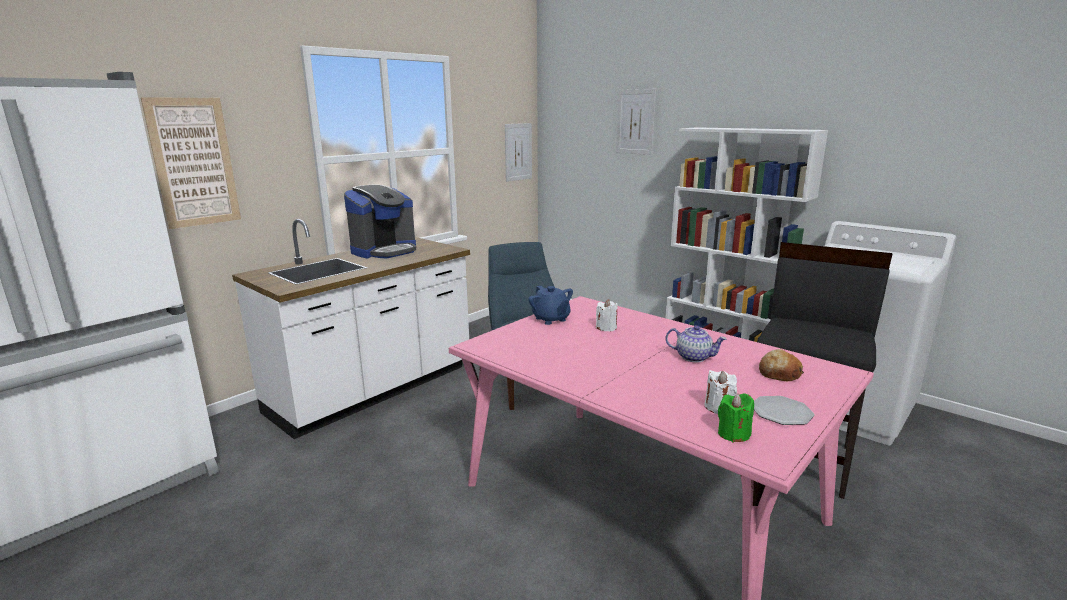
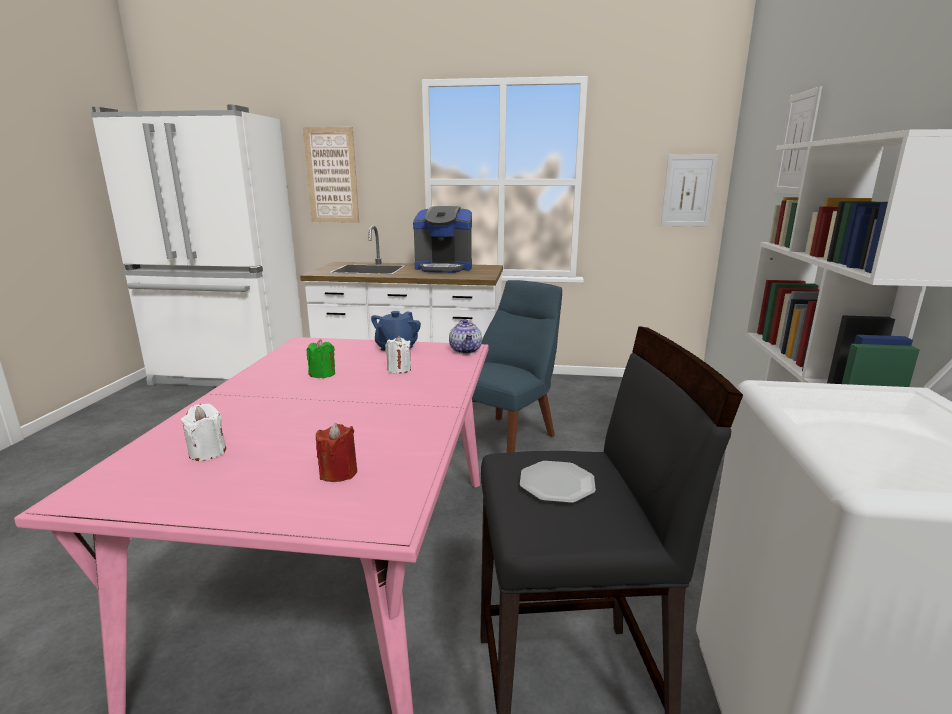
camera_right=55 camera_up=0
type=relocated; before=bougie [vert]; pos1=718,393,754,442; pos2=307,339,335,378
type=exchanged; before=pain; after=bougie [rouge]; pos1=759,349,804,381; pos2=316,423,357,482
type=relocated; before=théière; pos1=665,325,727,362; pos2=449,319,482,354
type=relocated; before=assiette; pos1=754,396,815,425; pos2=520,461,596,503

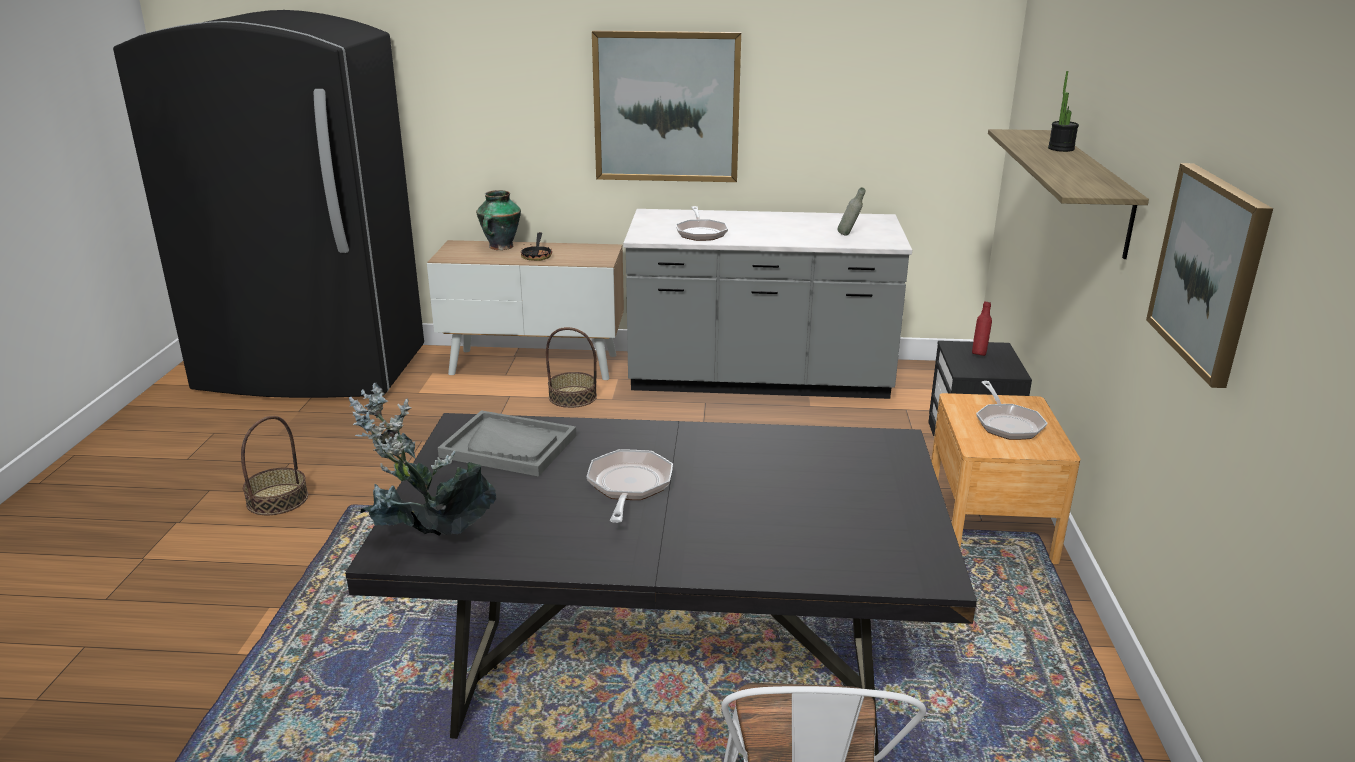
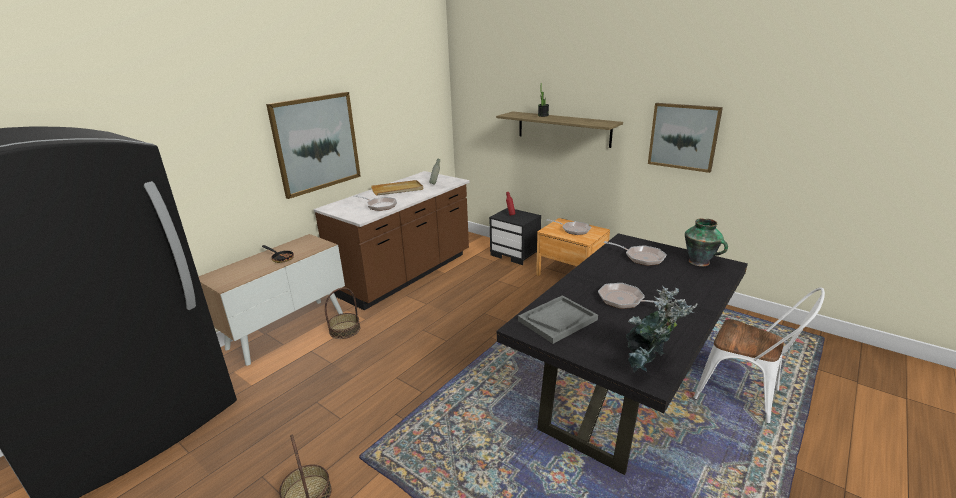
camera_right=-55 camera_up=0
type=colour; before=comptoir de cuisine [gris]; after=comptoir de cuisine [marron]; pos1=623,209,912,399; pos2=314,171,470,310
type=appeared; after=plateau [beige]; pos2=371,180,423,196
type=appeared; after=poêle; pos2=604,241,667,266
type=relocated; before=vase; pos1=476,190,521,250; pos2=685,218,728,266

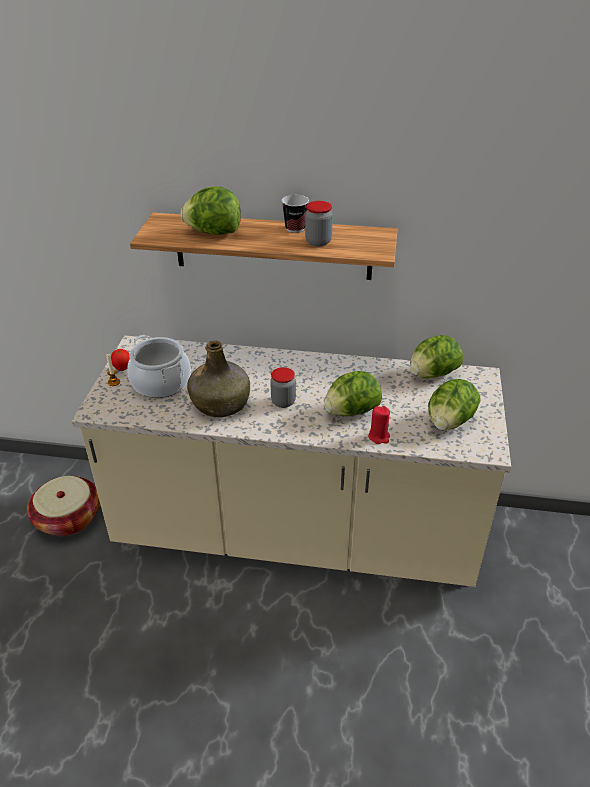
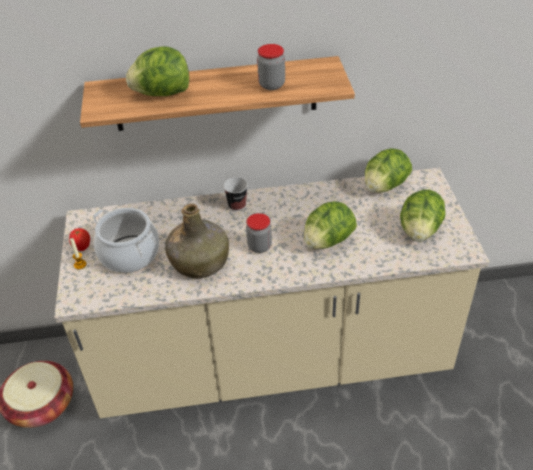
camera_right=-15 camera_up=5
type=relocated; before=tasse; pos1=282,195,309,233; pos2=223,178,248,211
type=missing; before=bougie [rouge]; pos1=368,406,390,444

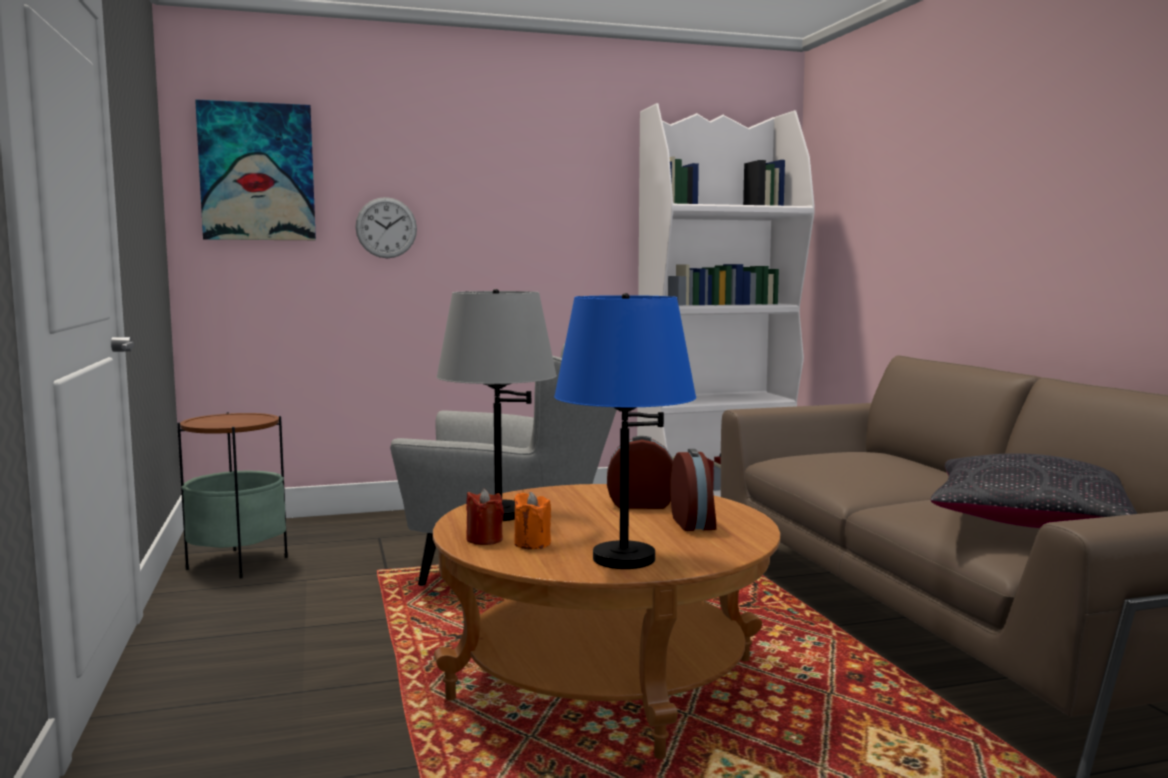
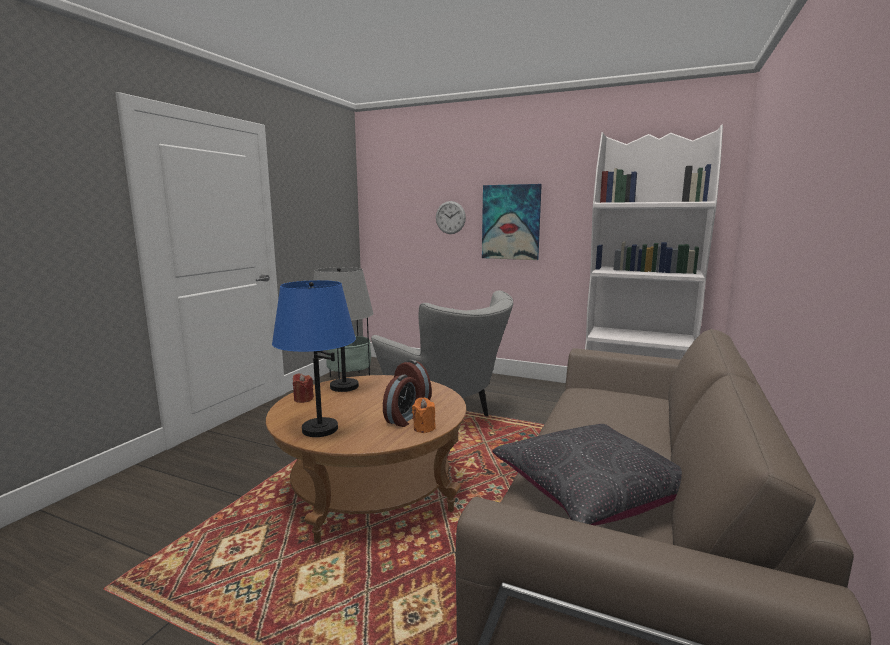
camera_right=40 camera_up=5
type=relocated; before=bougie [orange]; pos1=514,492,551,549; pos2=412,398,436,433
type=relocated; before=tableau; pos1=195,99,316,240; pos2=482,184,542,260

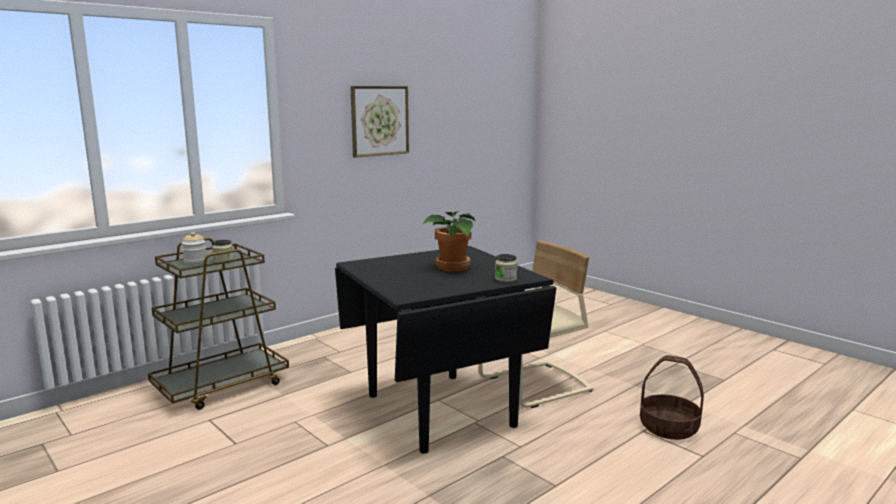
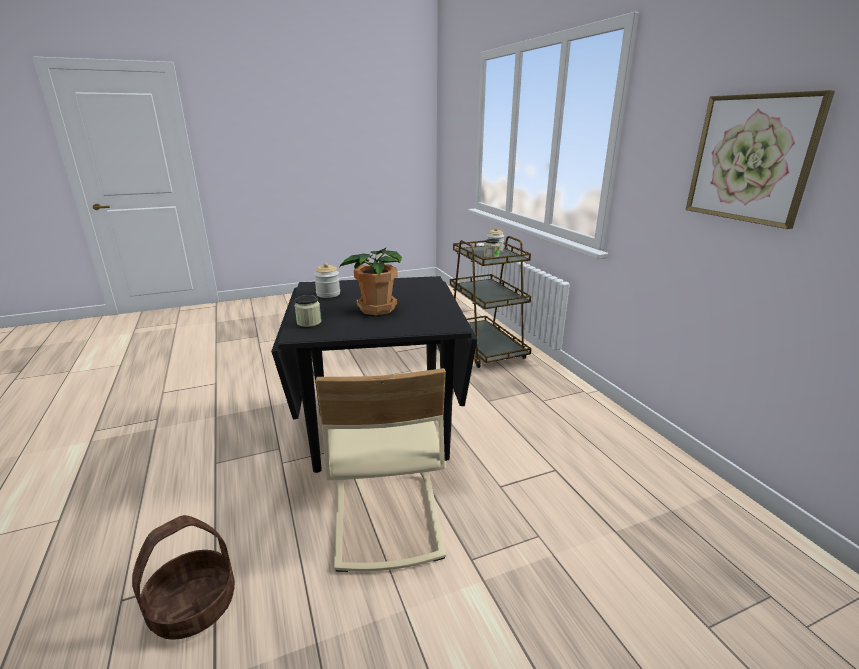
camera_right=110 camera_up=10
type=appeared; after=bocal; pos2=314,263,340,298

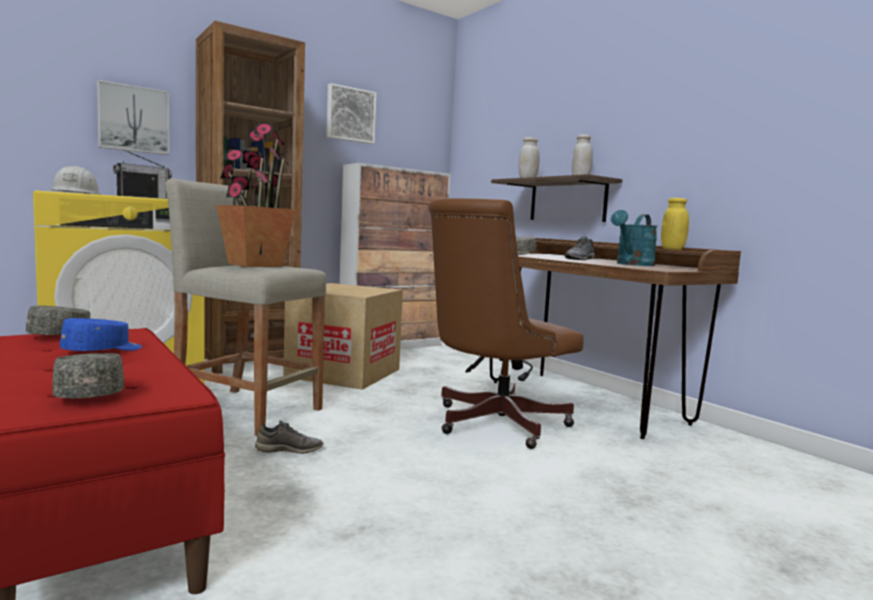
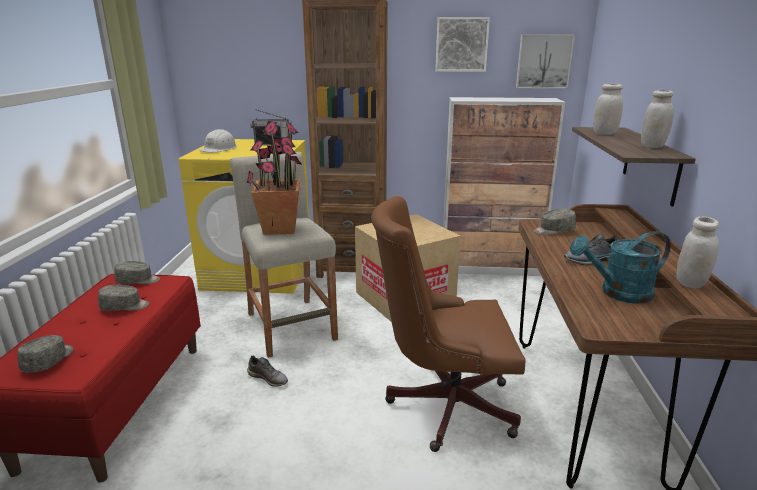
camera_right=40 camera_up=15
type=colour; before=casquette [bleu]; after=casquette [gris]; pos1=60,318,142,351; pos2=98,285,149,311
type=relocated; before=tableau; pos1=97,80,169,155; pos2=516,35,575,89
type=colour; before=bocal [jaune]; after=bocal [blanc]; pos1=661,198,689,250; pos2=676,217,719,289

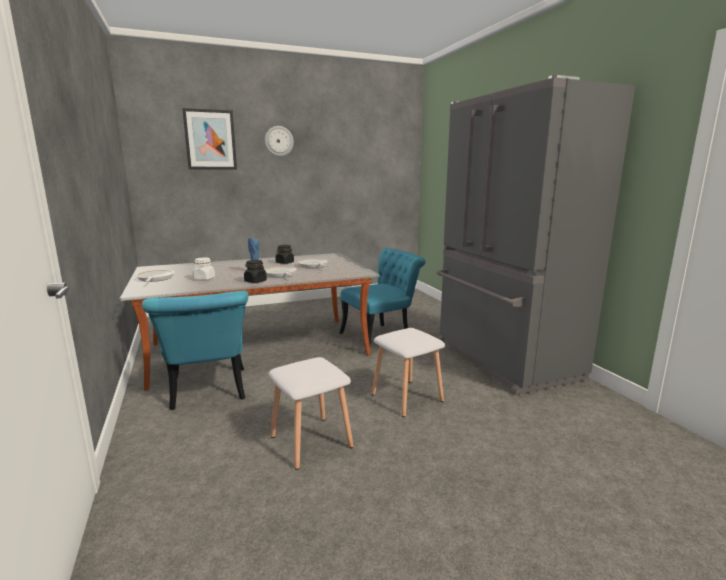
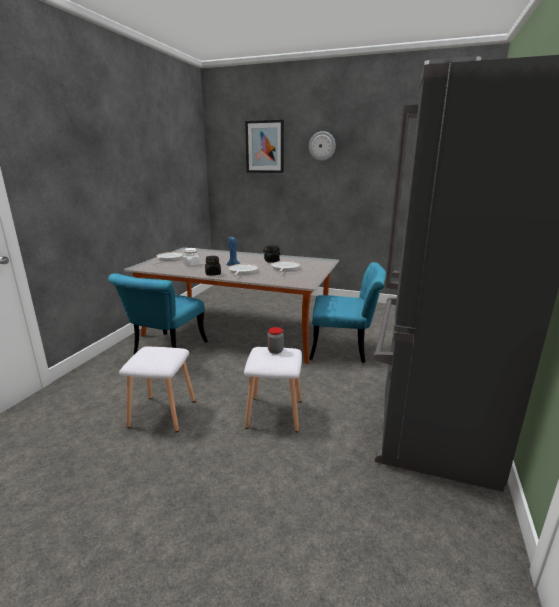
camera_right=40 camera_up=5
type=appeared; after=bocal; pos2=268,327,284,354

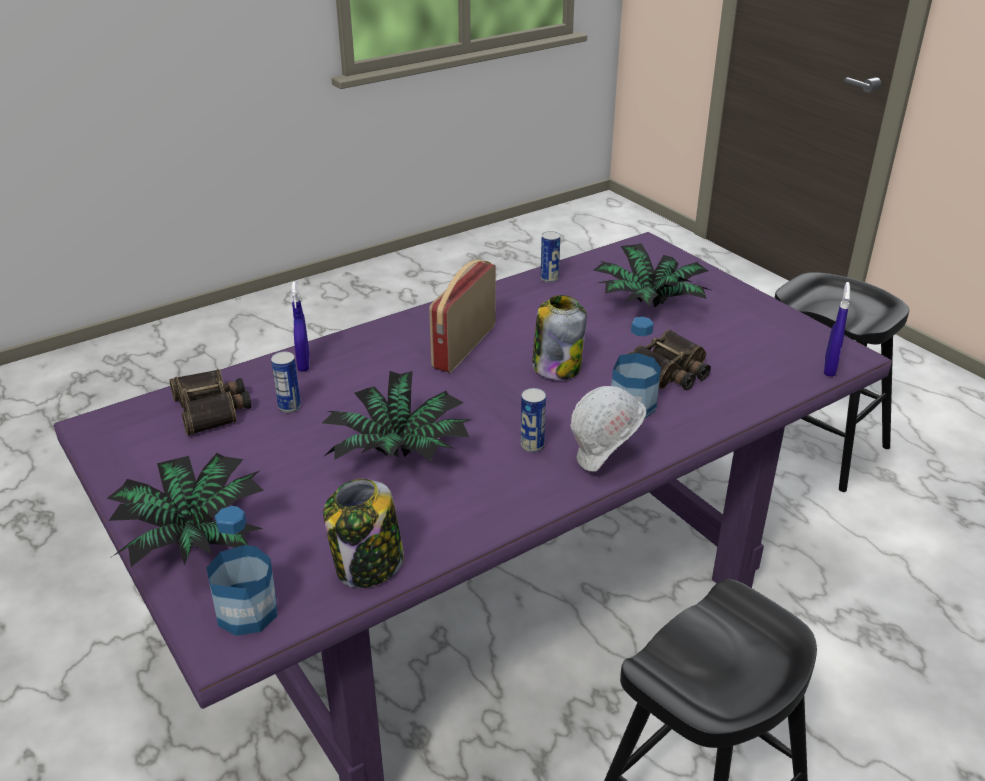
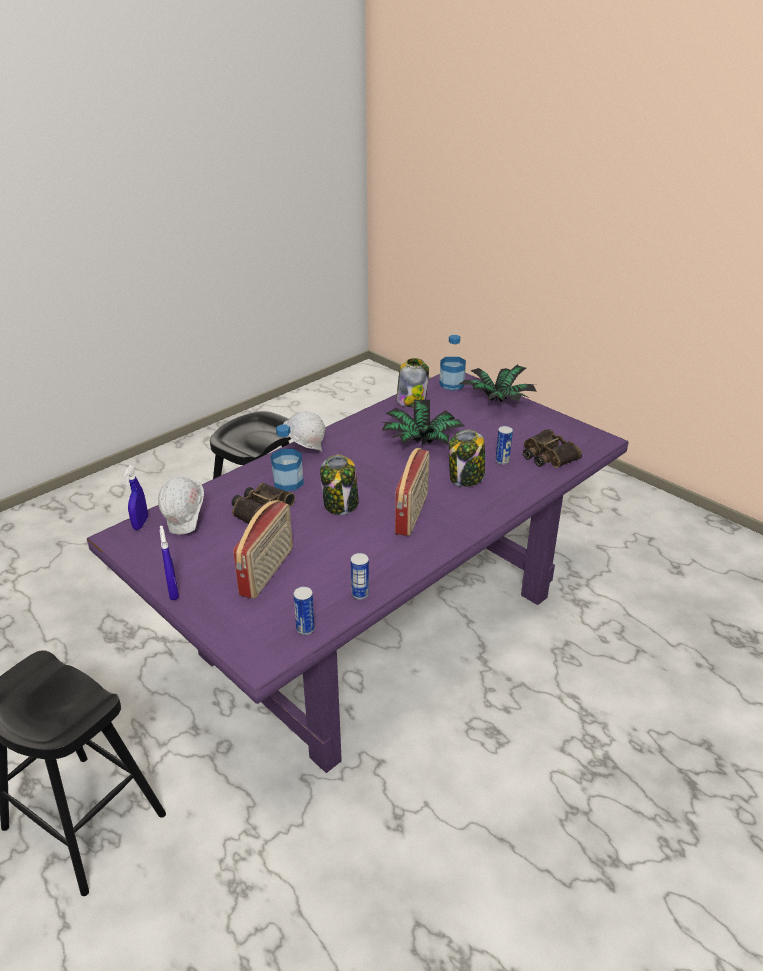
camera_right=170 camera_up=0
type=appeared; after=casque de chantier [blanc]; pos2=158,477,204,535
type=relocated; before=vaporisateur [bleu]; pos1=291,282,310,372; pos2=160,526,179,600
type=exchanged; before=plante en pot; after=radio; pos1=593,243,713,307; pos2=233,500,293,599
type=relocated; before=boîte métallique; pos1=520,388,546,452; pos2=293,587,315,635
type=appeared; after=bocal; pos2=449,430,485,487

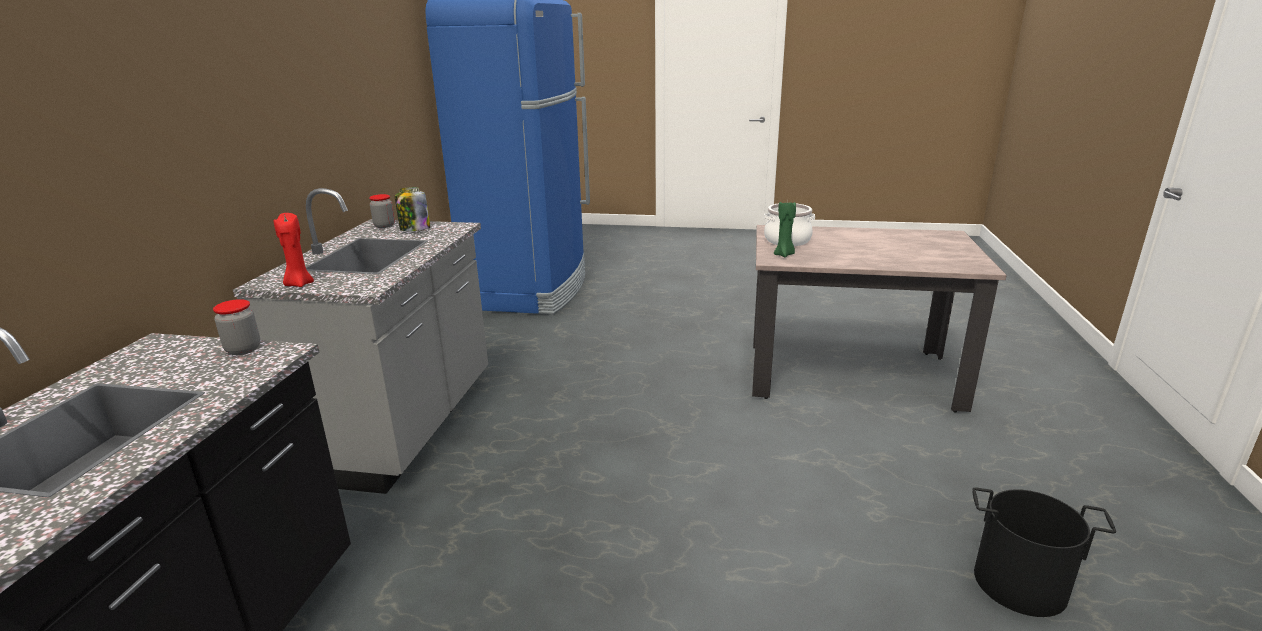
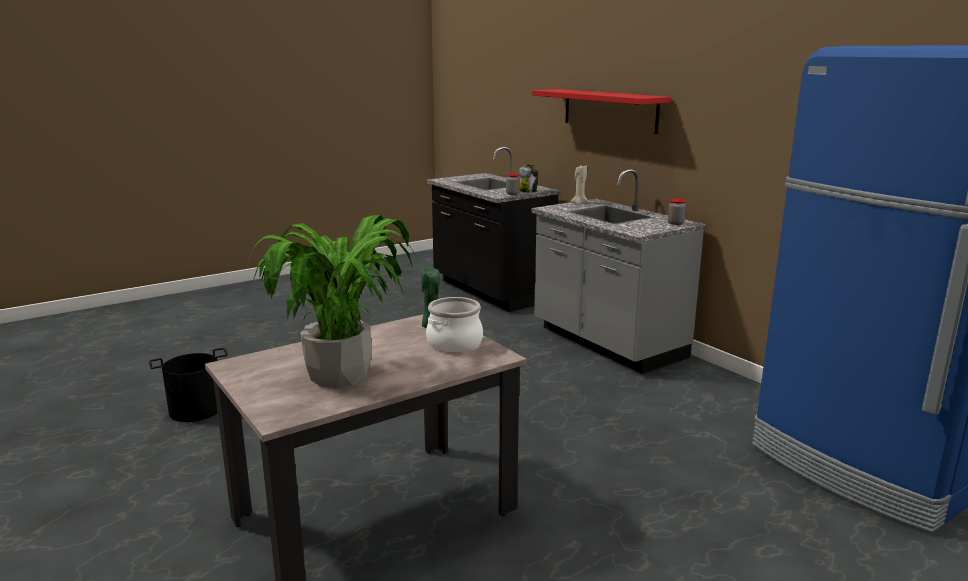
camera_right=135 camera_up=-5
type=appeared; after=plante en pot; pos2=247,215,419,388
type=relocated; before=bocal; pos1=395,187,430,231; pos2=519,165,538,193
type=appeared; after=étagère [rouge]; pos2=532,89,671,134
type=colour; before=bougie [rouge]; after=bougie [beige]; pos1=274,213,314,287; pos2=570,165,589,205

